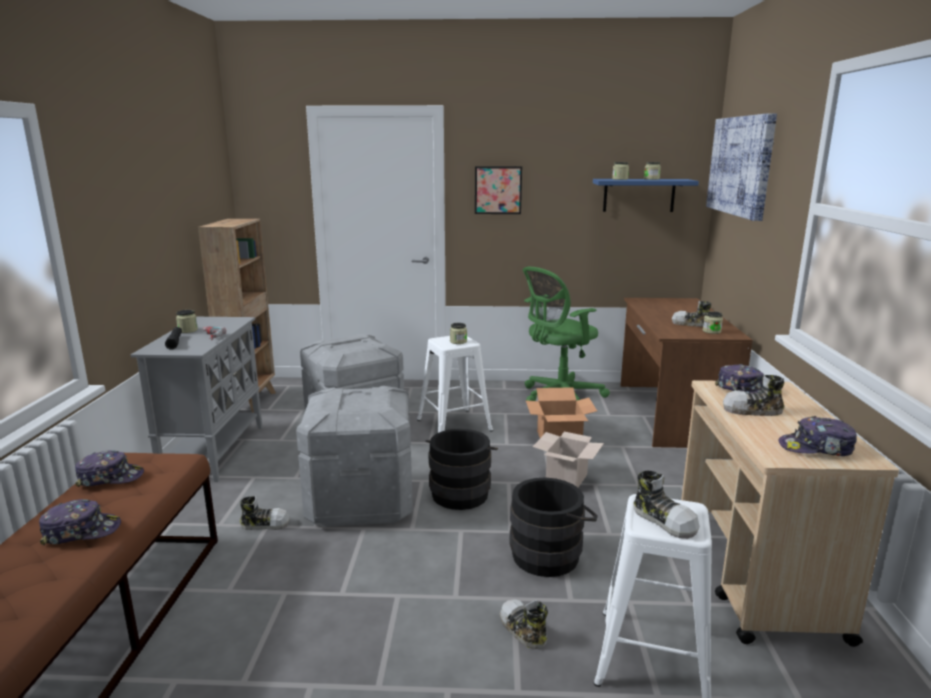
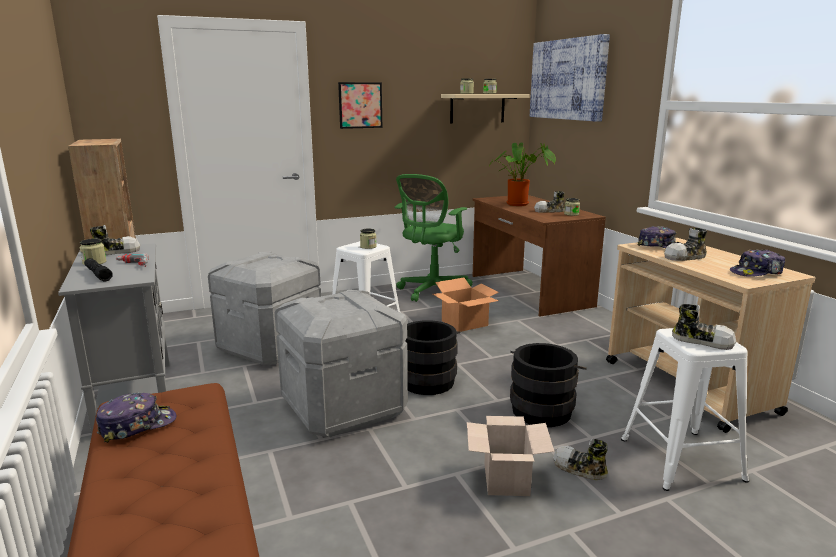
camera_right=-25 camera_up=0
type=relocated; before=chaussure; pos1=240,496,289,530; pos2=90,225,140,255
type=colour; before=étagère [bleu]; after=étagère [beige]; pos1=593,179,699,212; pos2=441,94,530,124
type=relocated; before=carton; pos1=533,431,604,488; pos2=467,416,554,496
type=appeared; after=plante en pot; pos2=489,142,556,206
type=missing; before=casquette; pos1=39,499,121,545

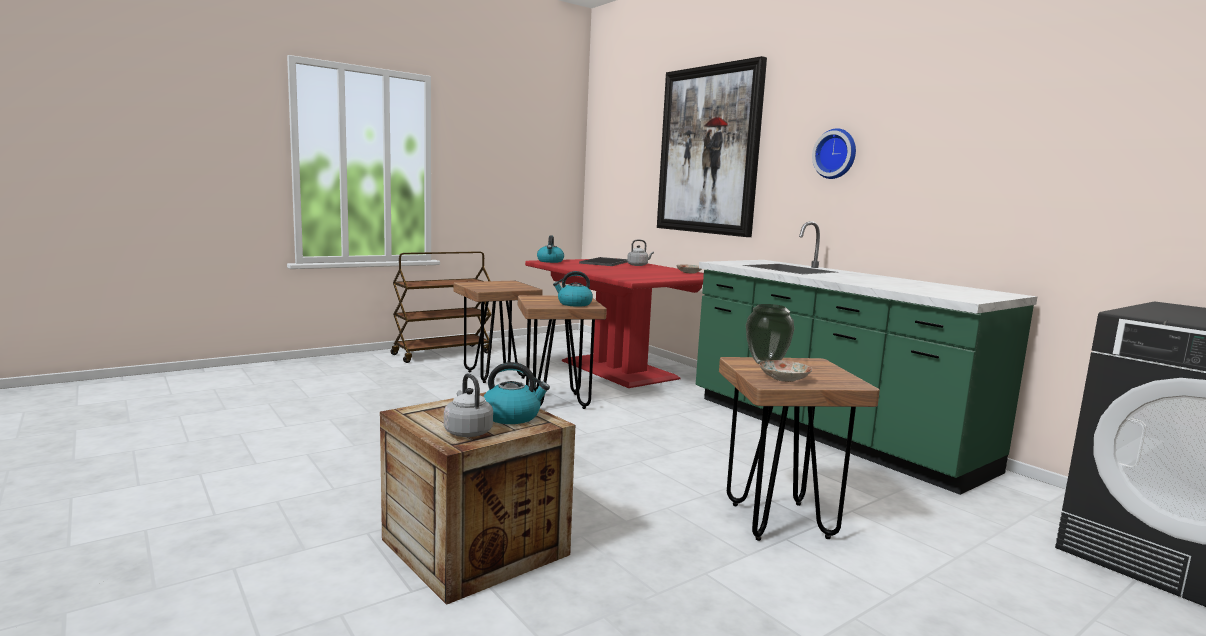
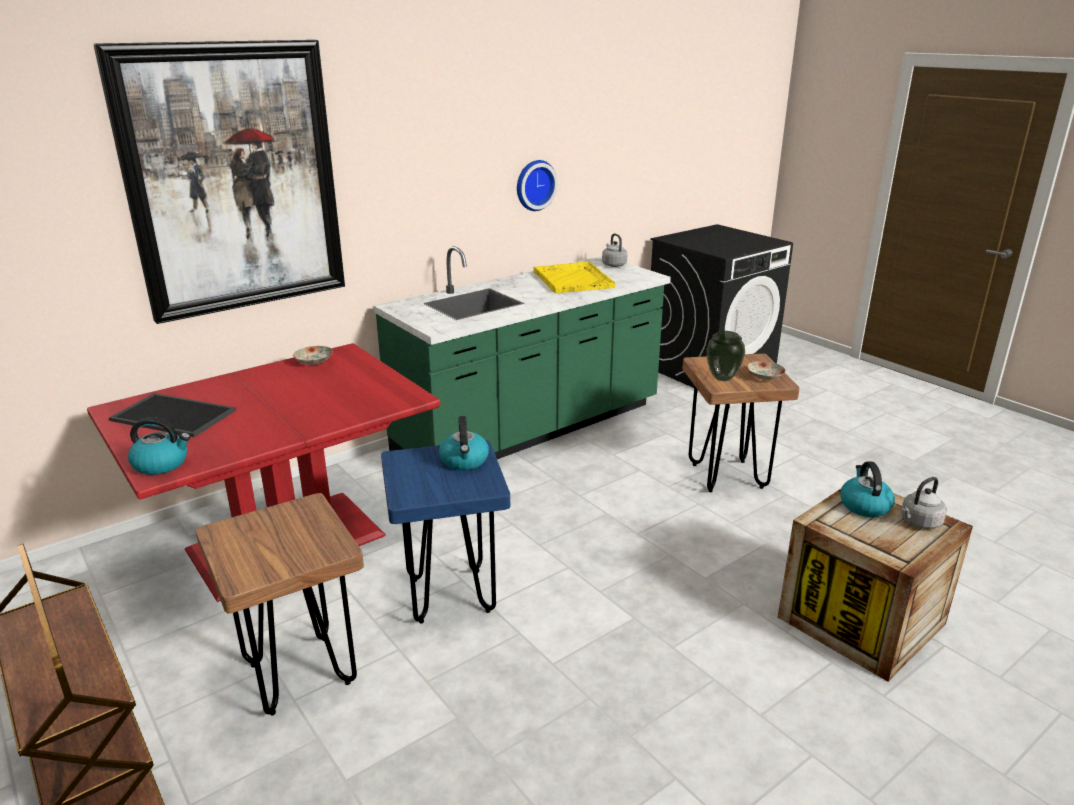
camera_right=-90 camera_up=15
type=colour; before=tabouret [marron]; after=tabouret [bleu]; pos1=518,295,607,409; pos2=381,440,510,623
type=relocated; before=horloge murale; pos1=812,128,856,179; pos2=517,160,558,211
type=appeared; after=plateau [jaune]; pos2=533,262,615,293
type=relocated; before=bouilloire [gris]; pos1=627,240,654,266; pos2=602,233,627,267

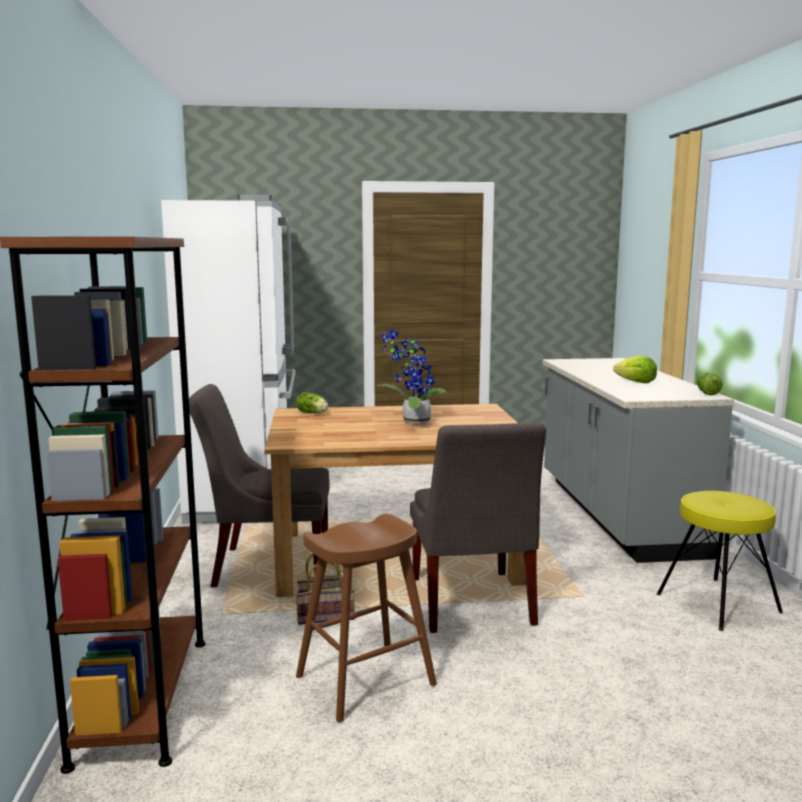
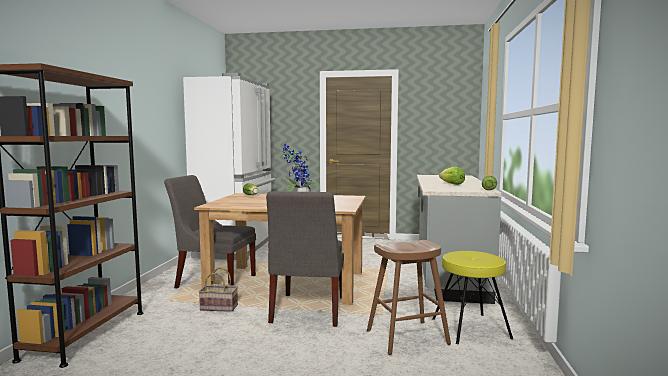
camera_right=15 camera_up=-5
type=relocated; before=tabouret [marron]; pos1=296,514,437,722; pos2=367,240,451,355

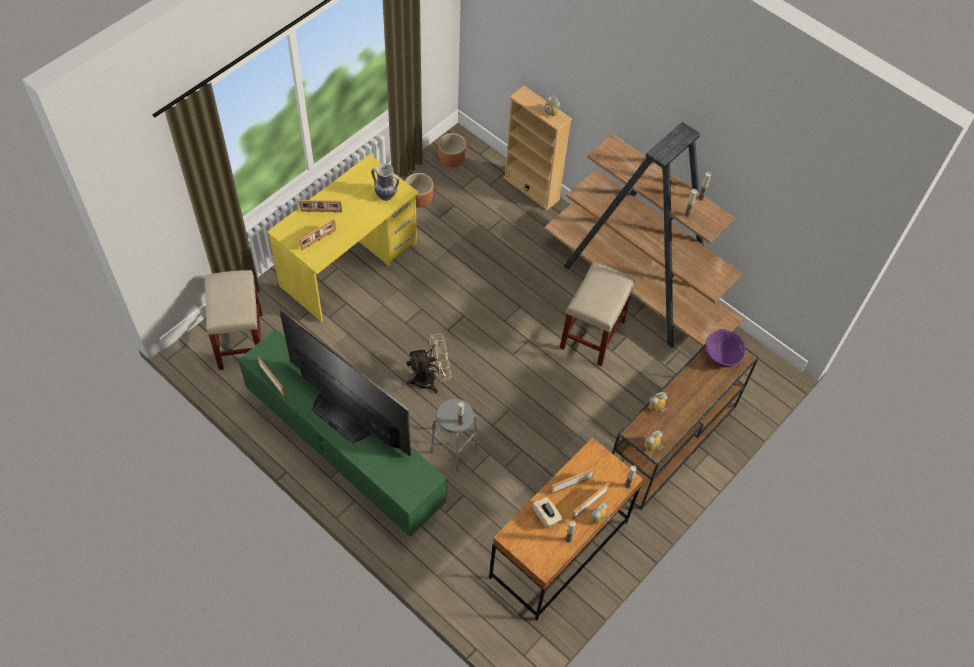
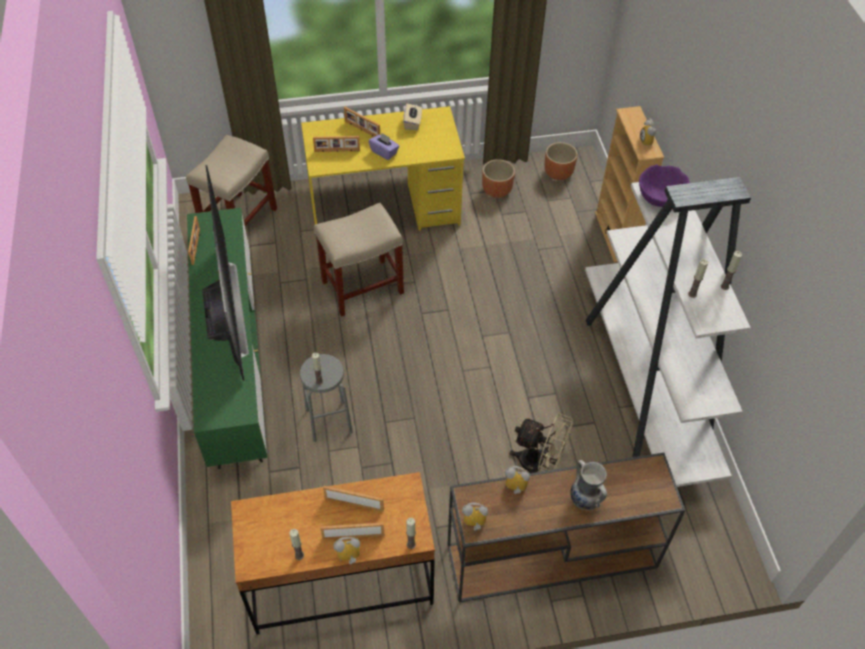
camera_right=40 camera_up=-5
type=relocated; before=tabouret [beige]; pos1=560,262,636,366; pos2=314,203,404,317
type=appeared; after=boîte à mouchoirs [violet]; pos2=368,133,399,160
type=relocated; before=boîte à mouchoirs [beige]; pos1=533,497,562,529; pos2=403,103,422,130
type=relocated; before=ventilateur [beige]; pos1=406,334,451,393; pos2=510,413,573,473
type=relocated; before=vase; pos1=371,164,399,201; pos2=570,460,607,510
type=colour; before=bibliothèque [marron]; after=bibliothèque [blanc]; pos1=544,122,743,348; pos2=585,177,751,487
type=relocated; before=bol [violet]; pos1=706,329,745,367; pos2=639,164,690,207

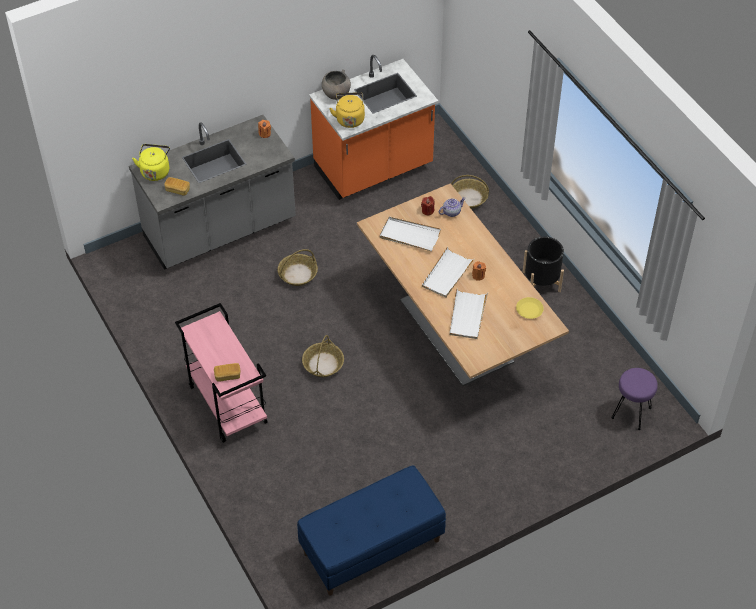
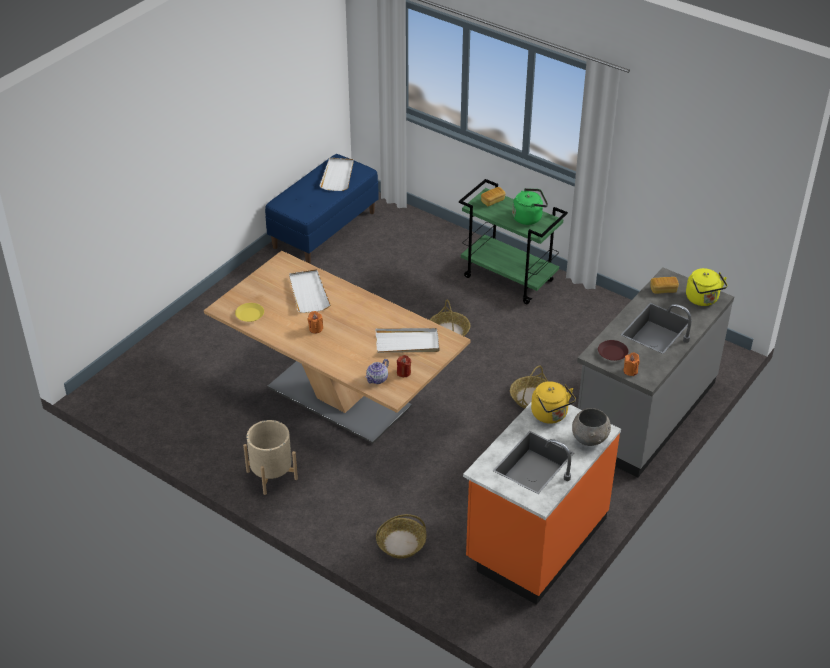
camera_right=155 camera_up=-10
type=colour; before=cache-pot [noir]; after=cache-pot [beige]; pos1=523,237,564,292; pos2=243,420,298,495
type=relocated; before=plateau [blanc]; pos1=422,247,474,298; pos2=319,158,353,191
type=colour; before=chariot [rose]; after=chariot [vert]; pos1=175,303,268,443; pos2=459,179,568,304
type=appeared; after=bouilloire [vert]; pos2=512,188,548,225
type=appeared; after=assiette [marron]; pos2=598,340,628,361
type=missing; before=tabouret [violet]; pos1=611,368,658,430

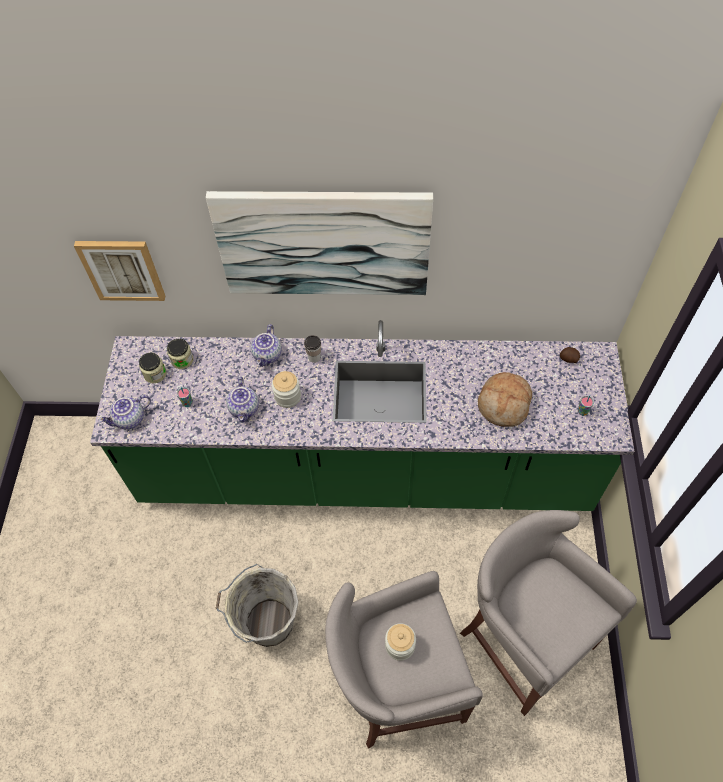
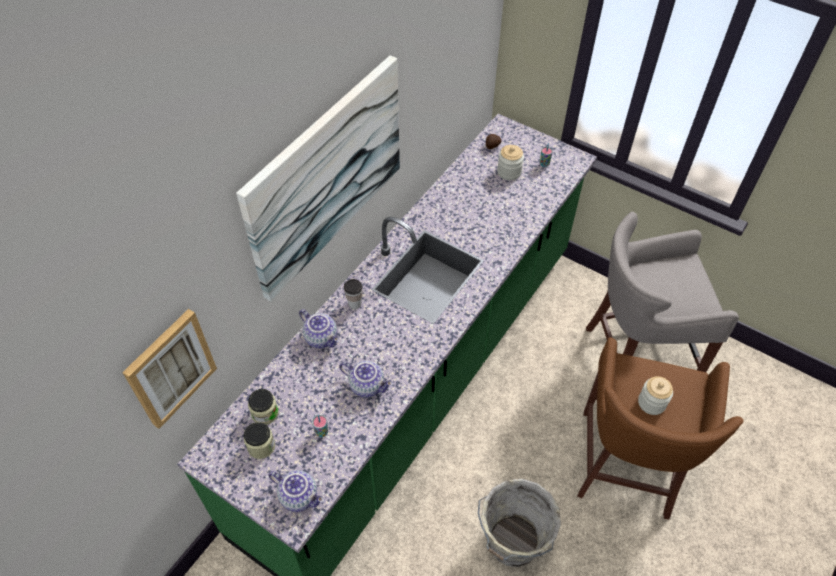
camera_right=-60 camera_up=-5
type=spun; before=théière; pos1=98,395,151,429; pos2=268,470,324,512; turn=-60
type=relocated; before=bocal; pos1=272,371,301,408; pos2=497,145,524,180
type=colour; before=tabouret [gris]; after=tabouret [marron]; pos1=325,571,483,749; pos2=577,337,744,519
type=missing; before=pain; pos1=478,372,532,427

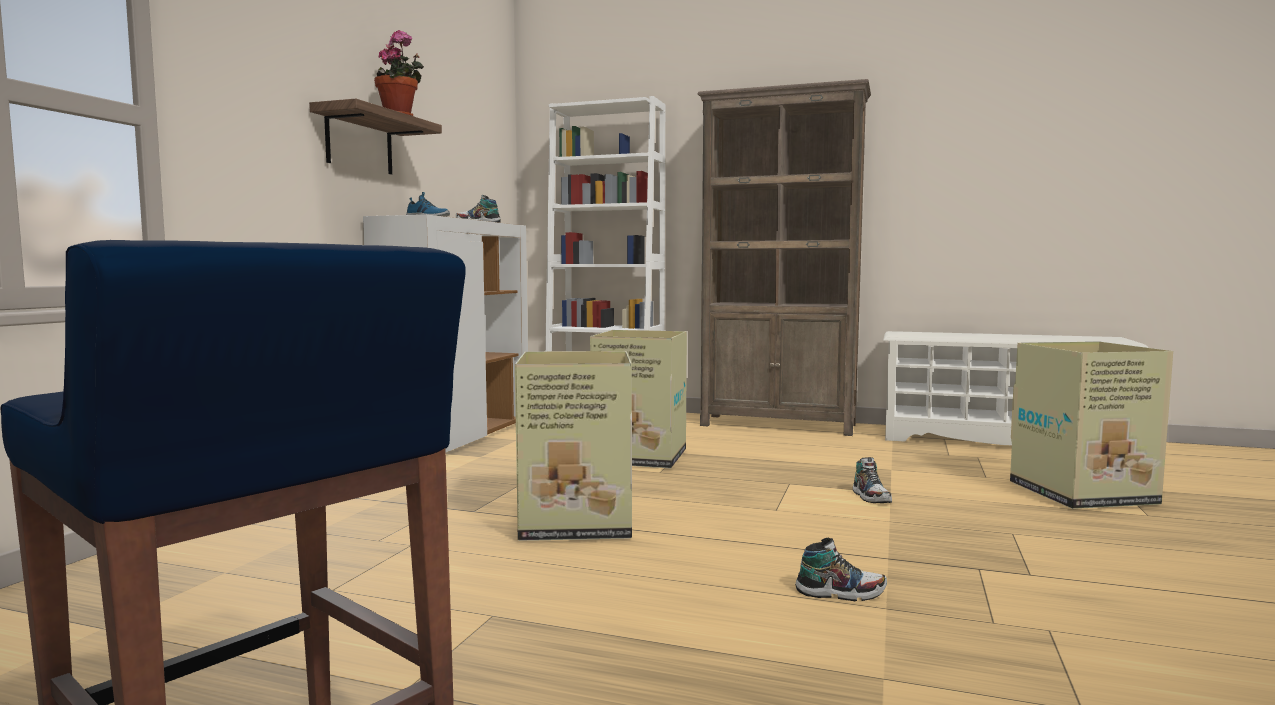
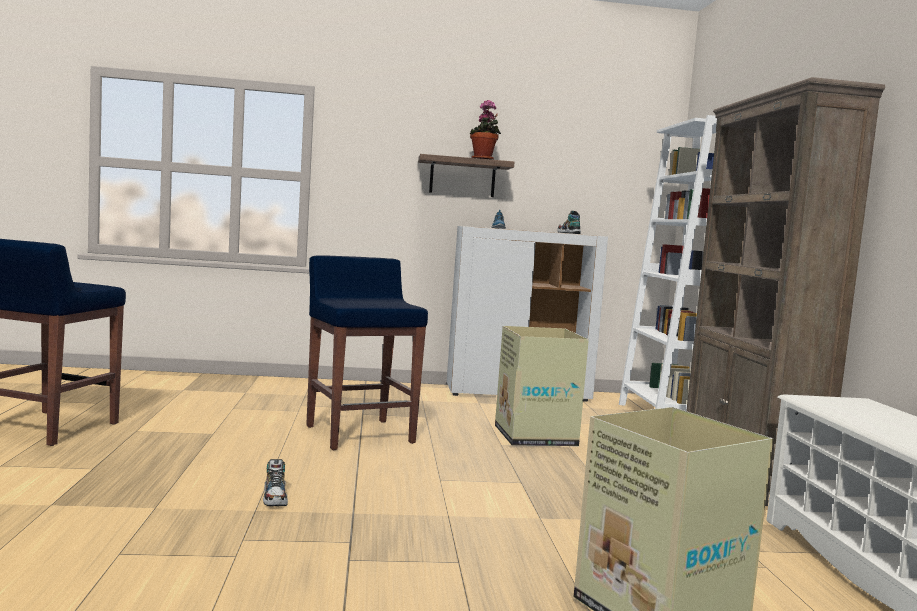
camera_right=65 camera_up=0
type=exchanged; before=carton; after=tabouret [bleu]; pos1=515,351,632,541; pos2=306,255,428,450
type=missing; before=chaussure; pos1=853,457,892,503

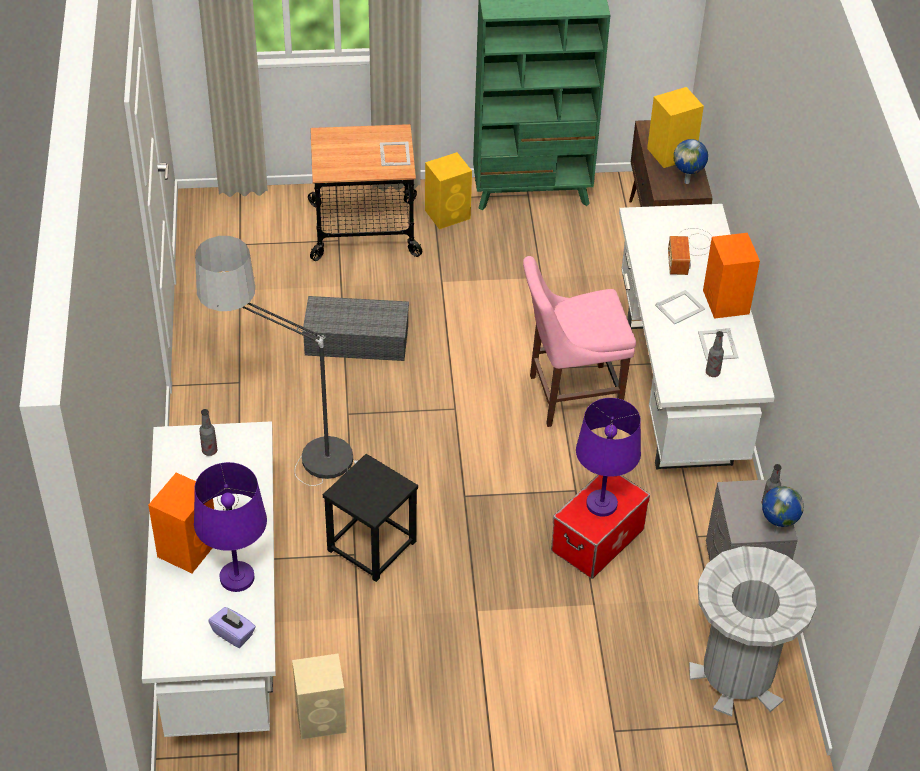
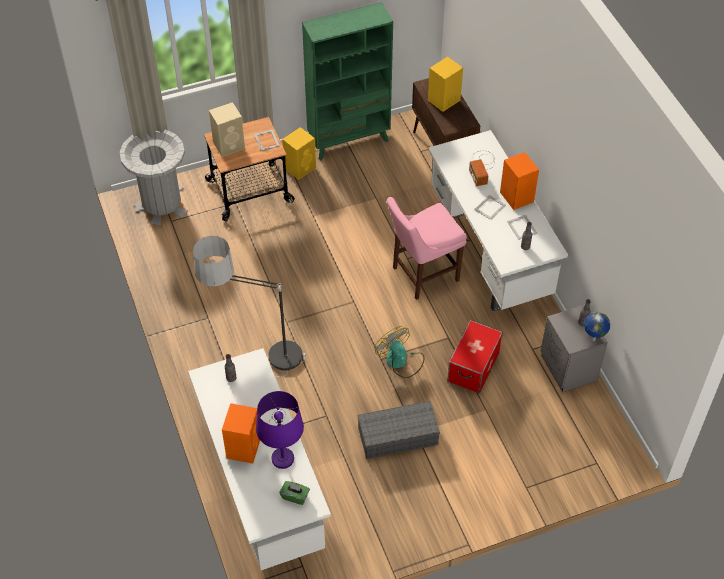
camera_right=-15 camera_up=5
type=relocated; before=poubelle [gris]; pos1=689,546,817,717; pos2=120,130,188,225
type=relocated; before=enceinte [beige]; pos1=292,654,347,740; pos2=209,102,245,157
type=colour; before=boîte à mouchoirs [violet]; after=boîte à mouchoirs [vert]; pos1=208,607,256,648; pos2=279,481,310,505
type=relocated; before=boîte de rangement [gris]; pos1=302,296,409,361; pos2=358,401,440,459
type=appeared; after=ventilateur; pos2=375,326,425,378
type=missing; before=tabouret [noir]; pos1=323,454,418,582
type=missing; before=lampe de table [violet]; pos1=576,398,641,517
type=missing; before=globe; pos1=674,139,708,184

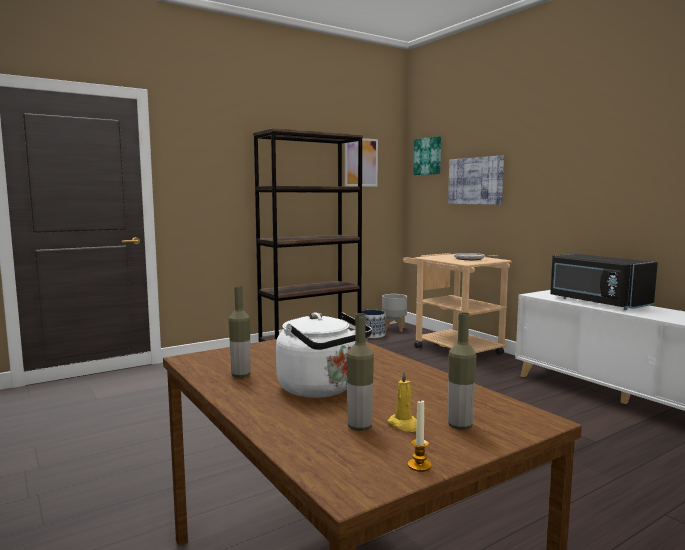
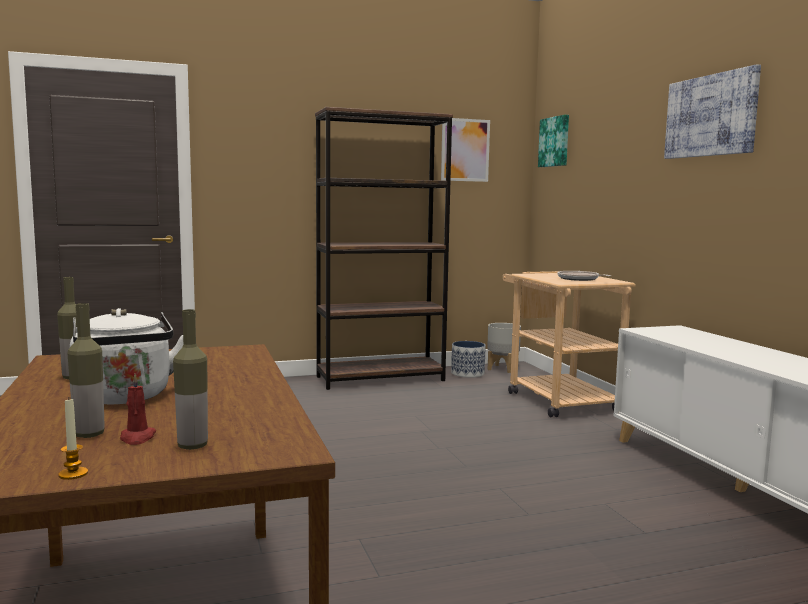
camera_right=15 camera_up=0
type=colour; before=bougie [jaune]; after=bougie [rouge]; pos1=387,370,417,432; pos2=120,374,156,445
type=relocated; before=tableau; pos1=448,155,504,205; pos2=664,64,761,159
type=missing; before=micro-ondes [noir]; pos1=550,254,658,310

